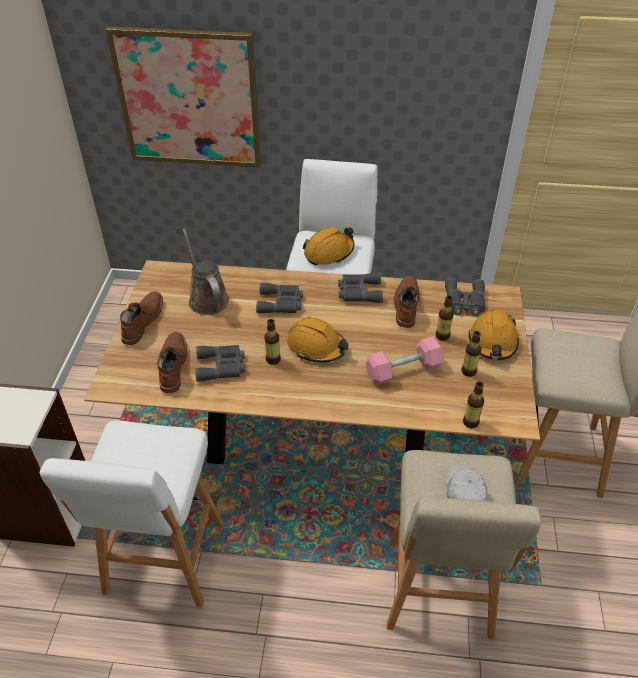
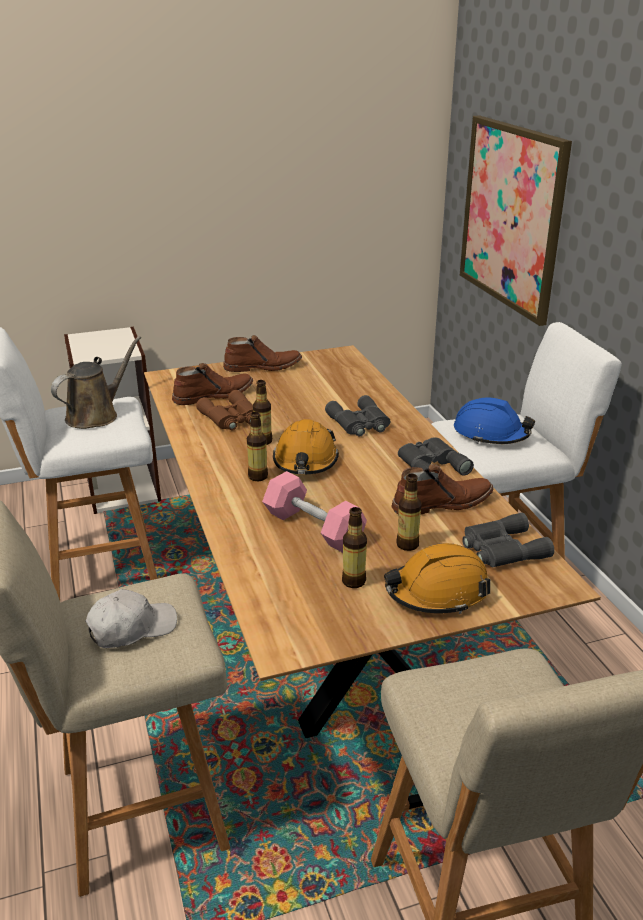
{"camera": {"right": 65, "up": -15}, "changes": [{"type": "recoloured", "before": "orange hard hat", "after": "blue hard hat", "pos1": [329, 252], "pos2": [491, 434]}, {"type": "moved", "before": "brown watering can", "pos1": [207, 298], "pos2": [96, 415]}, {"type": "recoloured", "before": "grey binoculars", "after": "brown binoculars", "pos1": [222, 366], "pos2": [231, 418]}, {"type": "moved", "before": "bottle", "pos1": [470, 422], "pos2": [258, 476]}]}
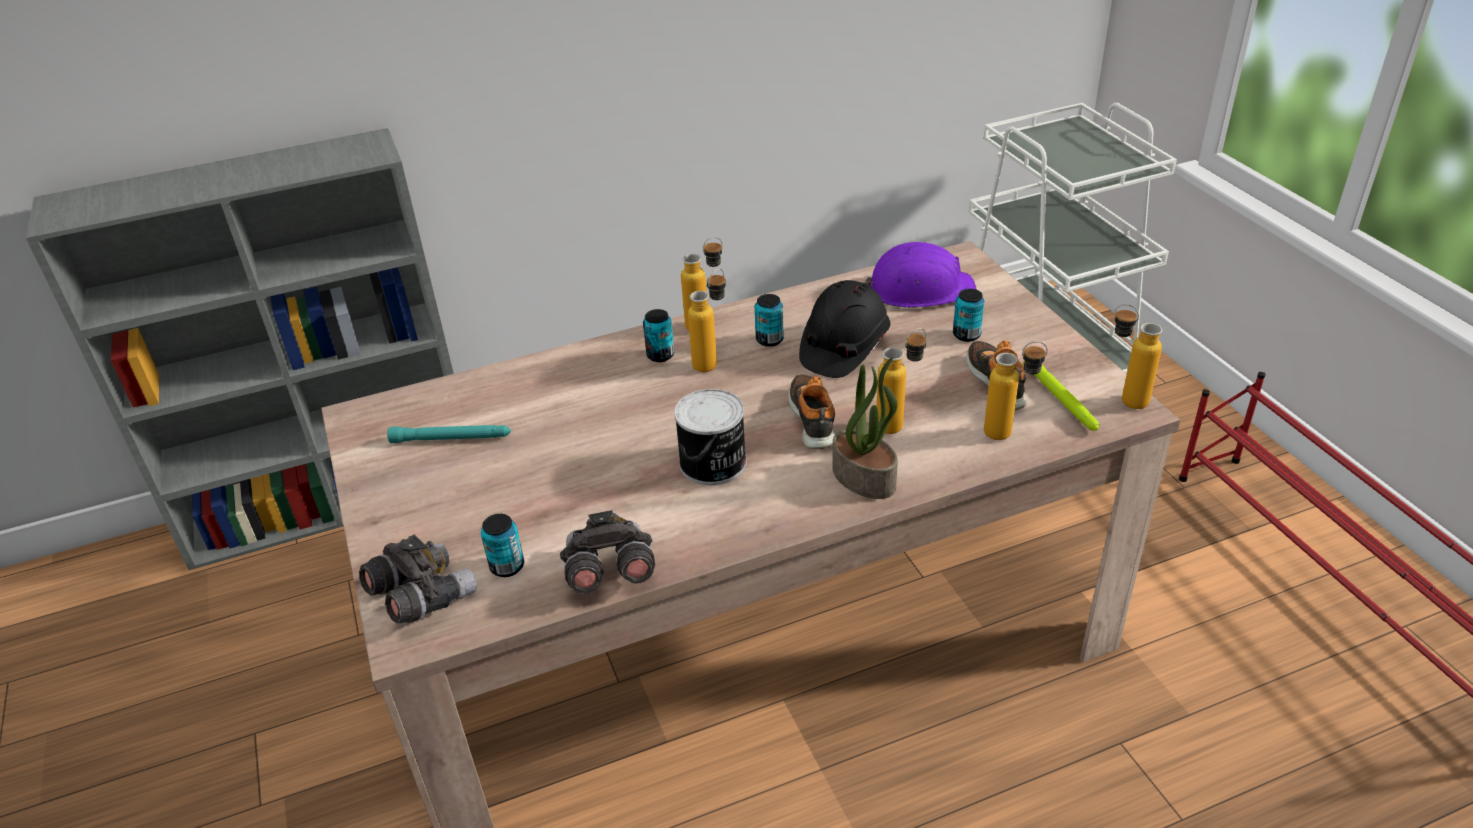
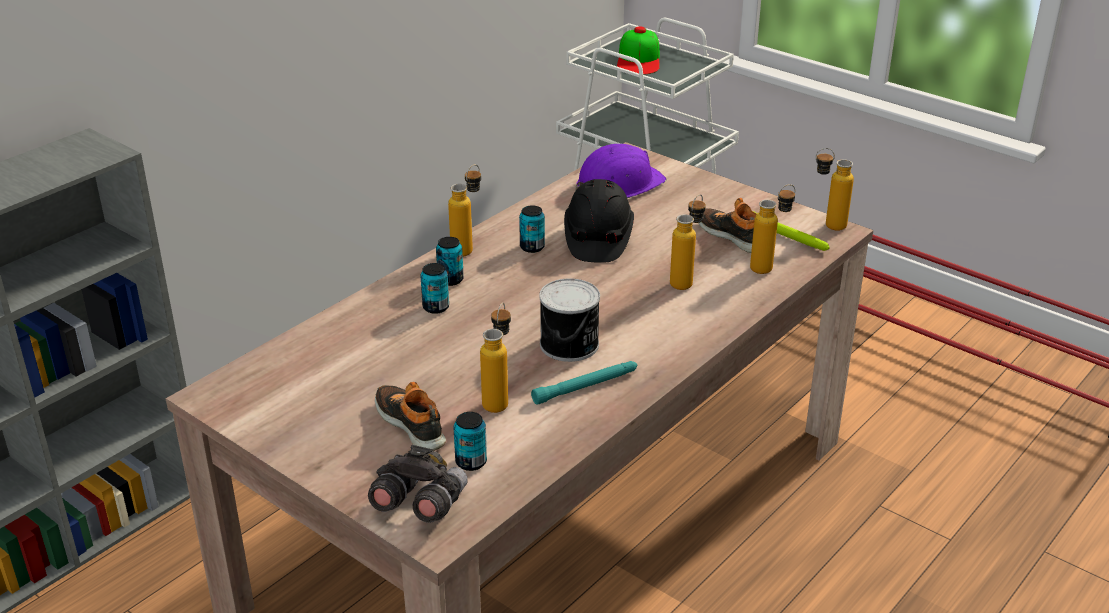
{"camera": {"right": -30, "up": -5}, "changes": [{"type": "moved", "before": "bottle", "pos1": [712, 361], "pos2": [498, 399]}, {"type": "moved", "before": "can", "pos1": [966, 335], "pos2": [436, 307]}, {"type": "removed", "before": "potted plant", "pos1": [865, 477]}, {"type": "moved", "before": "shoe", "pos1": [813, 418], "pos2": [411, 424]}, {"type": "moved", "before": "turquoise flashlight", "pos1": [451, 439], "pos2": [586, 386]}, {"type": "removed", "before": "grey binoculars", "pos1": [609, 572]}, {"type": "added", "after": "cap", "pos2": [639, 60]}]}
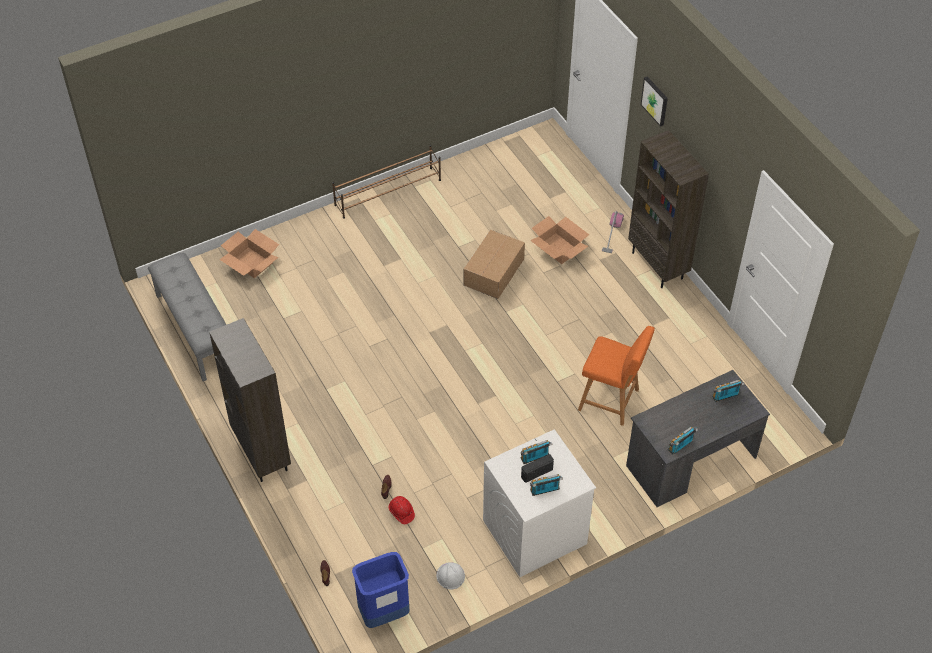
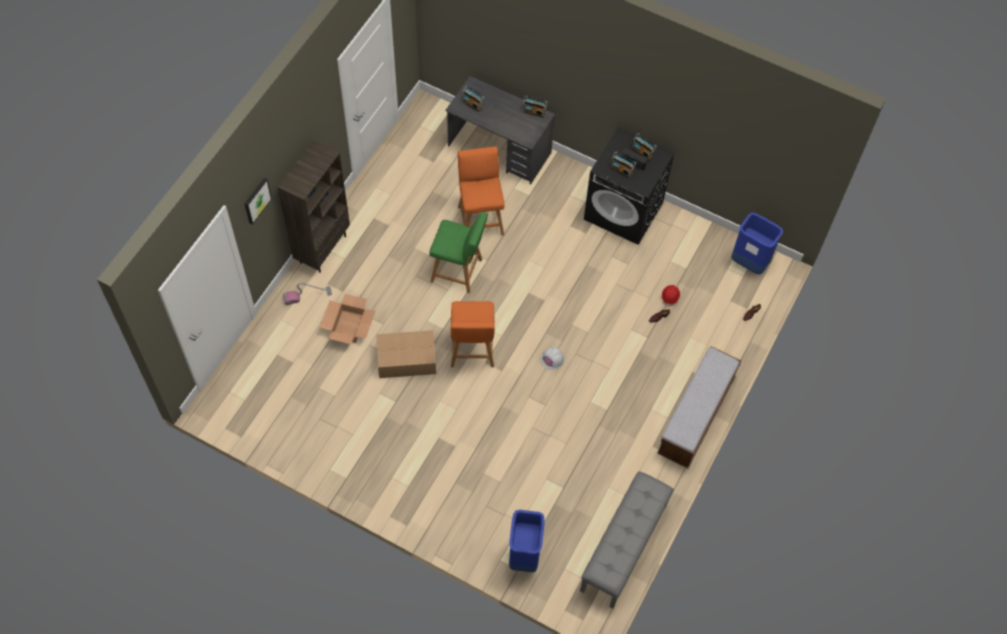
{"camera": {"right": -125, "up": 10}, "changes": [{"type": "removed", "before": "brown shoe rack", "pos1": [388, 192]}, {"type": "replaced", "before": "cardboard box", "after": "blue trash can", "pos1": [251, 262], "pos2": [524, 555]}, {"type": "replaced", "before": "brown bookcase", "after": "bench", "pos1": [261, 454], "pos2": [695, 416]}, {"type": "recoloured", "before": "white washing machine", "after": "black washing machine", "pos1": [534, 532], "pos2": [624, 211]}, {"type": "moved", "before": "white hard hat", "pos1": [450, 576], "pos2": [552, 359]}, {"type": "added", "after": "green stool", "pos2": [459, 271]}, {"type": "added", "after": "orange stool", "pos2": [472, 351]}]}
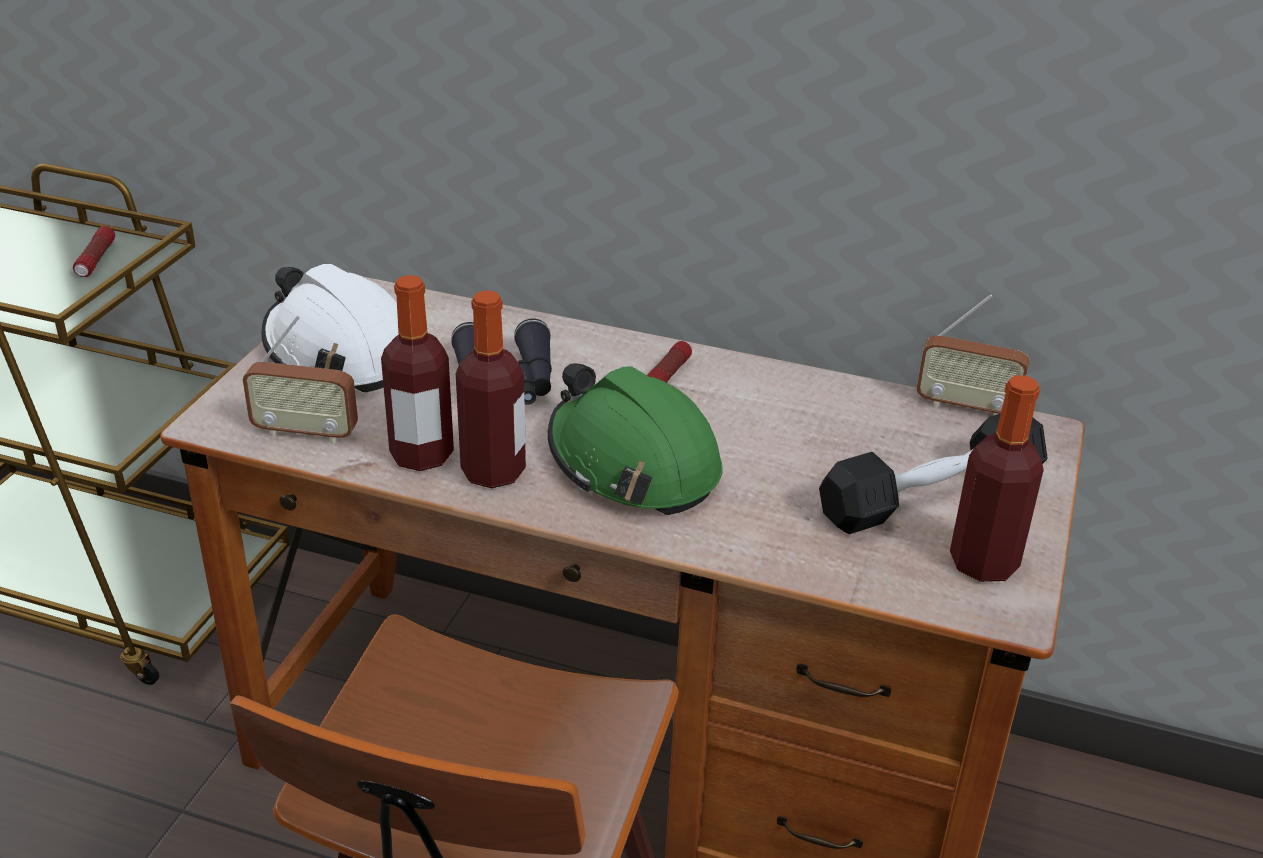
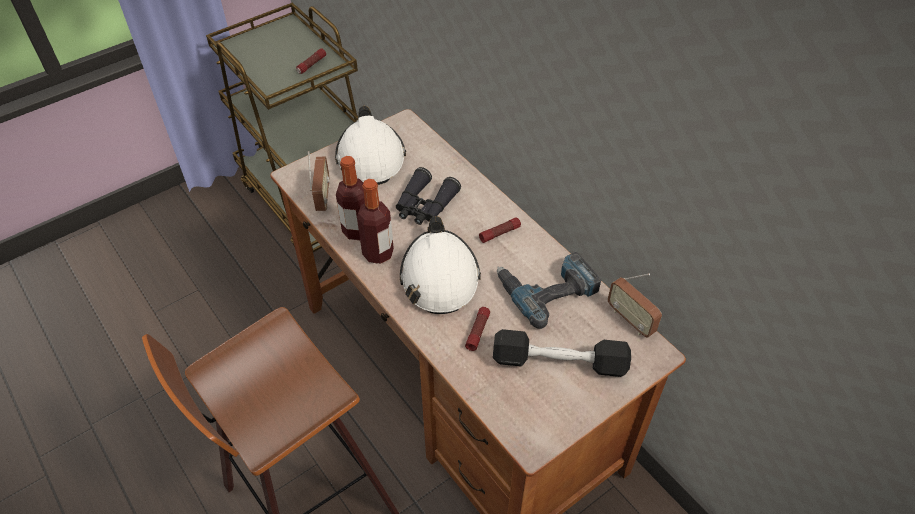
{"camera": {"right": 35, "up": 15}, "changes": [{"type": "turned", "before": "radio", "pos1": [305, 433], "pos2": [322, 197], "turn": -135}, {"type": "recoloured", "before": "green hard hat", "after": "white hard hat", "pos1": [632, 463], "pos2": [439, 277]}, {"type": "removed", "before": "bottle", "pos1": [983, 563]}, {"type": "added", "after": "power drill", "pos2": [547, 289]}, {"type": "added", "after": "flashlight", "pos2": [477, 331]}]}
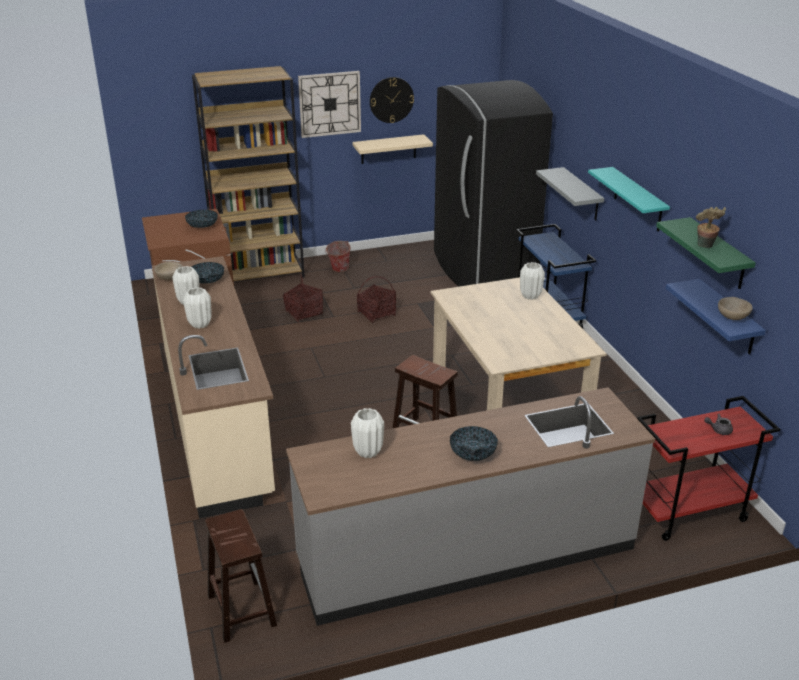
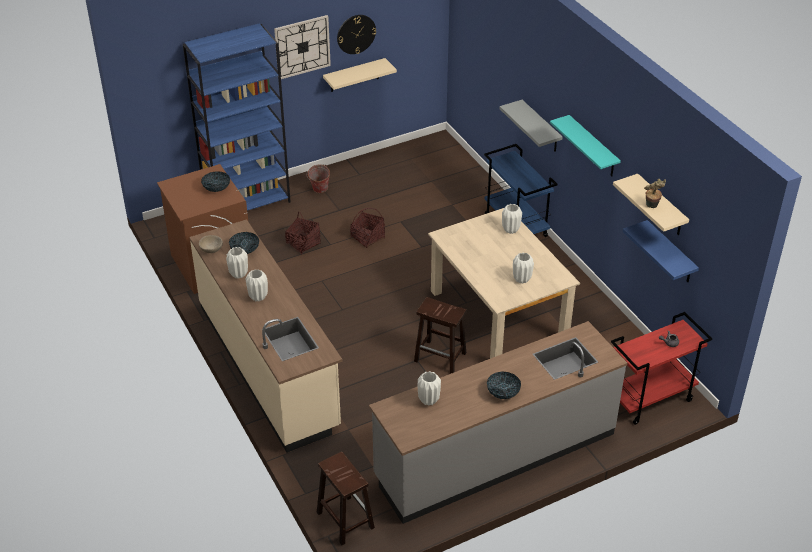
{"camera": {"right": -10, "up": 10}, "changes": [{"type": "recoloured", "before": "brown bookcase", "after": "blue bookcase", "pos1": [259, 273], "pos2": [247, 202]}, {"type": "removed", "before": "black fridge", "pos1": [482, 270]}, {"type": "recoloured", "before": "green shelf", "after": "beige shelf", "pos1": [718, 254], "pos2": [661, 206]}, {"type": "removed", "before": "beige bowl", "pos1": [733, 317]}, {"type": "added", "after": "white vase", "pos2": [521, 279]}]}
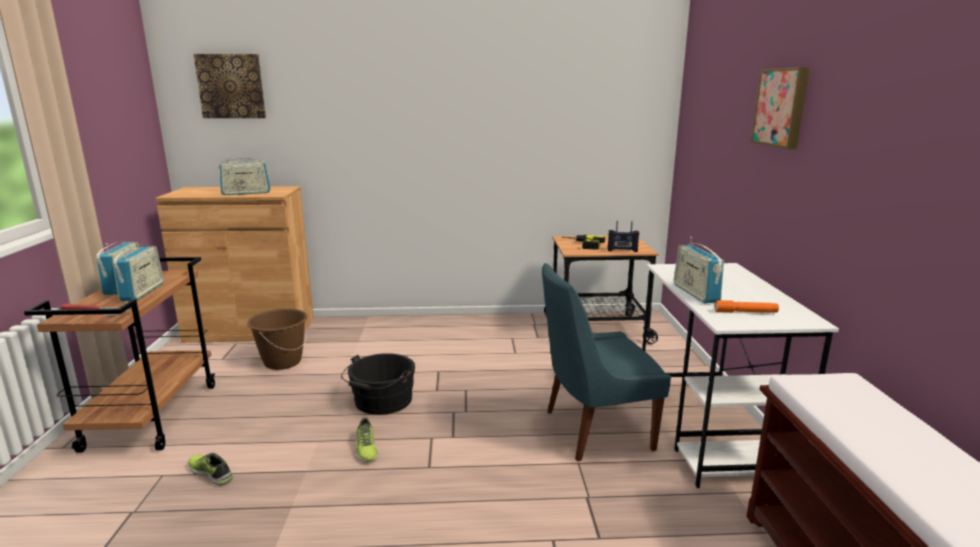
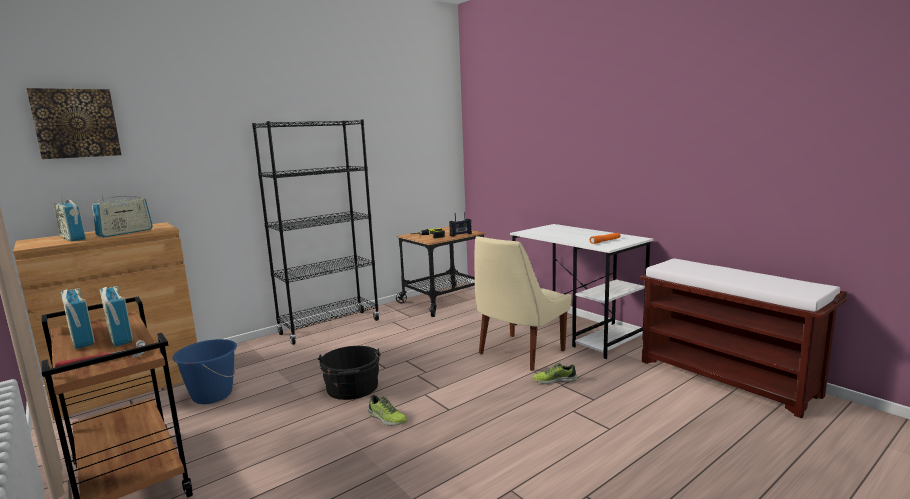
{"camera": {"right": -35, "up": -5}, "changes": [{"type": "removed", "before": "picture", "pos1": [782, 107]}, {"type": "moved", "before": "radio", "pos1": [695, 293], "pos2": [73, 238]}, {"type": "recoloured", "before": "blue chair", "after": "beige chair", "pos1": [593, 430], "pos2": [519, 353]}, {"type": "recoloured", "before": "brown bucket", "after": "blue bucket", "pos1": [282, 362], "pos2": [212, 395]}, {"type": "moved", "before": "shoe", "pos1": [211, 473], "pos2": [554, 380]}, {"type": "added", "after": "black bookcase", "pos2": [330, 327]}]}
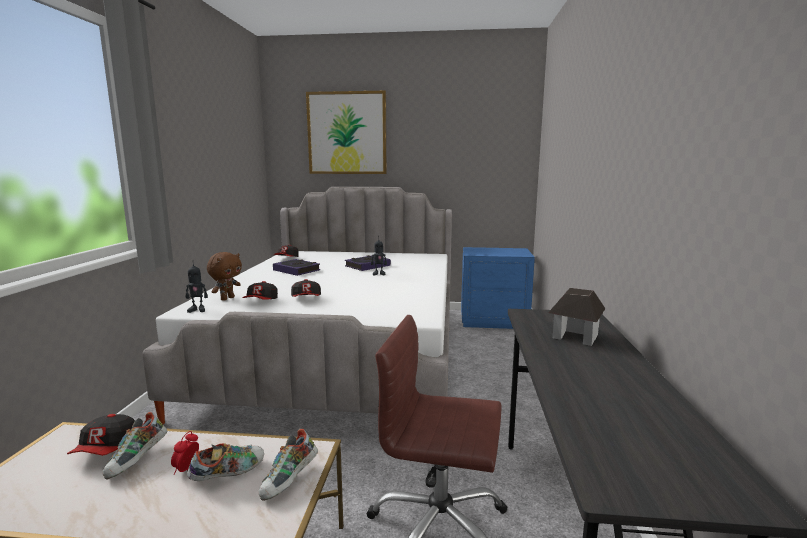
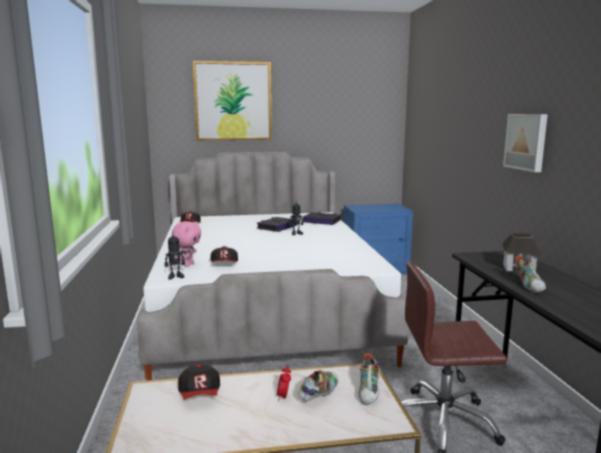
{"camera": {"right": -15, "up": 0}, "changes": [{"type": "recoloured", "before": "brown plush toy", "after": "pink plush toy", "pos1": [227, 298], "pos2": [188, 264]}, {"type": "moved", "before": "book", "pos1": [296, 270], "pos2": [322, 221]}, {"type": "removed", "before": "cap", "pos1": [306, 299]}, {"type": "moved", "before": "shoe", "pos1": [138, 461], "pos2": [529, 286]}, {"type": "added", "after": "picture", "pos2": [527, 141]}]}
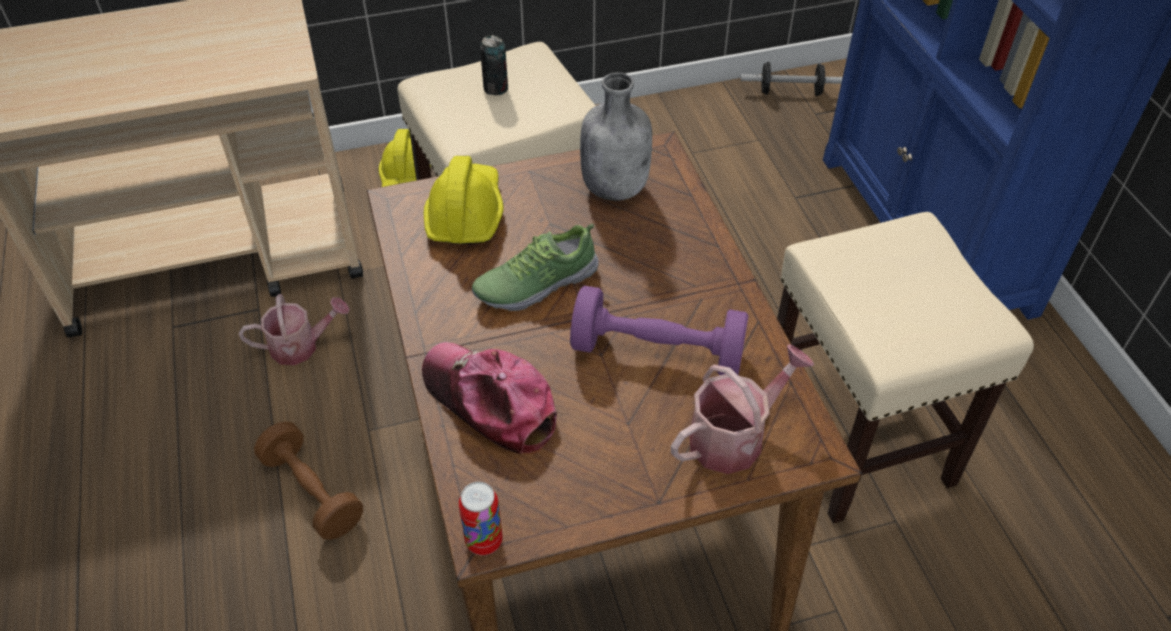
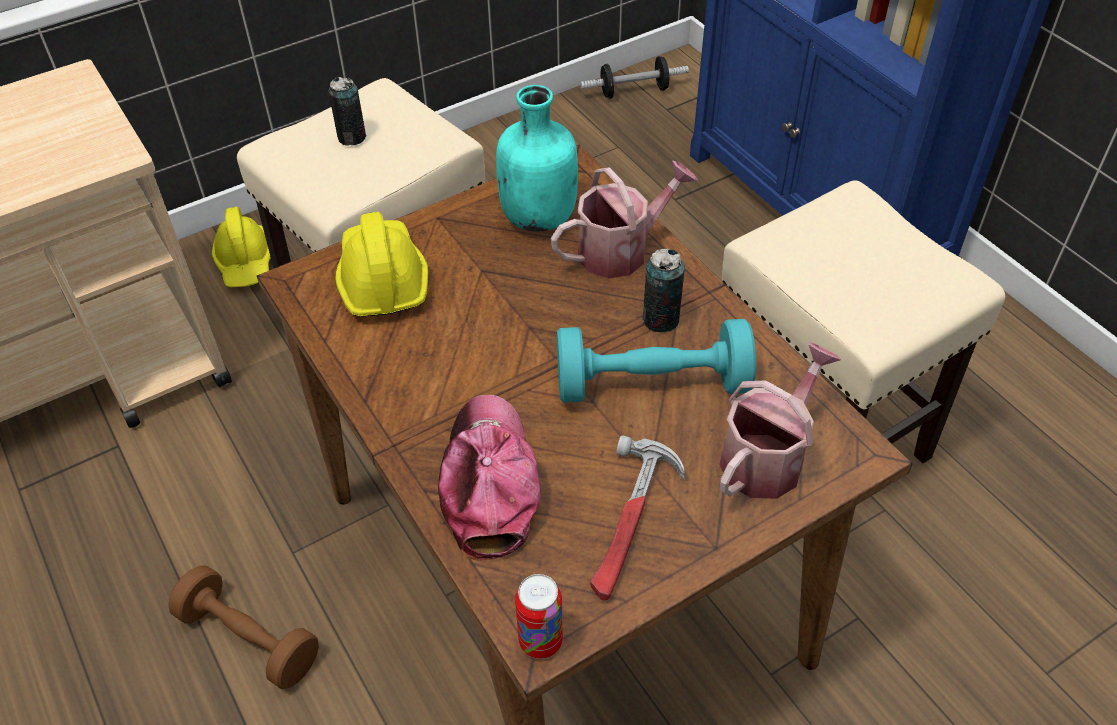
{"camera": {"right": -15, "up": 0}, "changes": [{"type": "recoloured", "before": "grey bottle", "after": "turquoise bottle", "pos1": [615, 187], "pos2": [539, 216]}, {"type": "removed", "before": "shoe", "pos1": [535, 283]}, {"type": "recoloured", "before": "purple dumbbell", "after": "turquoise dumbbell", "pos1": [657, 352], "pos2": [652, 384]}, {"type": "moved", "before": "watering can", "pos1": [301, 346], "pos2": [621, 250]}, {"type": "turned", "before": "cap", "pos1": [490, 402], "pos2": [489, 483], "turn": 60}, {"type": "added", "after": "can", "pos2": [660, 320]}, {"type": "added", "after": "hammer", "pos2": [631, 523]}]}
